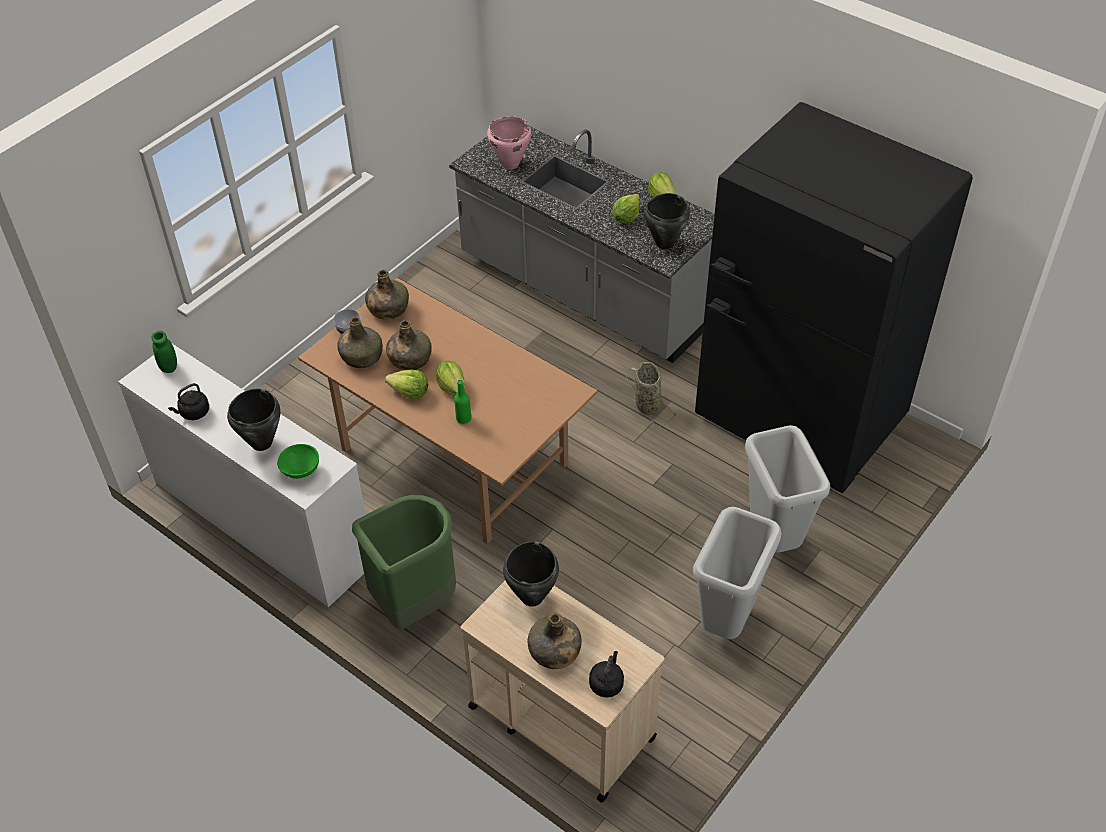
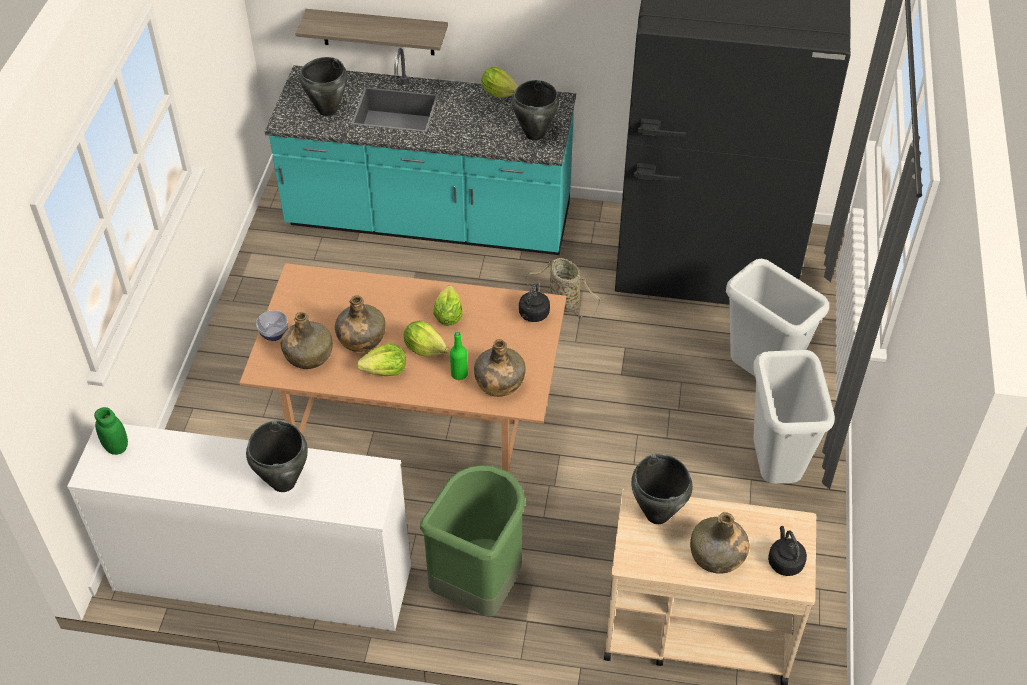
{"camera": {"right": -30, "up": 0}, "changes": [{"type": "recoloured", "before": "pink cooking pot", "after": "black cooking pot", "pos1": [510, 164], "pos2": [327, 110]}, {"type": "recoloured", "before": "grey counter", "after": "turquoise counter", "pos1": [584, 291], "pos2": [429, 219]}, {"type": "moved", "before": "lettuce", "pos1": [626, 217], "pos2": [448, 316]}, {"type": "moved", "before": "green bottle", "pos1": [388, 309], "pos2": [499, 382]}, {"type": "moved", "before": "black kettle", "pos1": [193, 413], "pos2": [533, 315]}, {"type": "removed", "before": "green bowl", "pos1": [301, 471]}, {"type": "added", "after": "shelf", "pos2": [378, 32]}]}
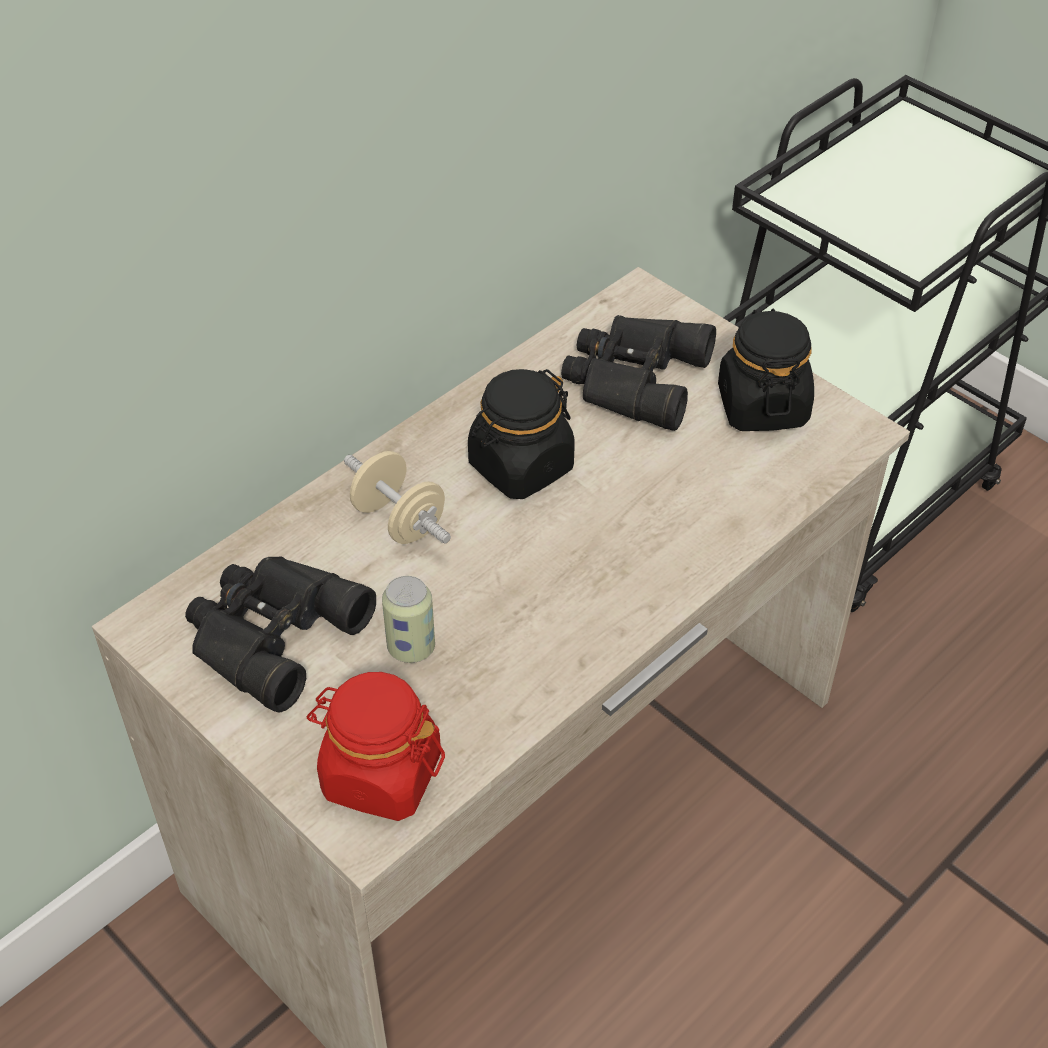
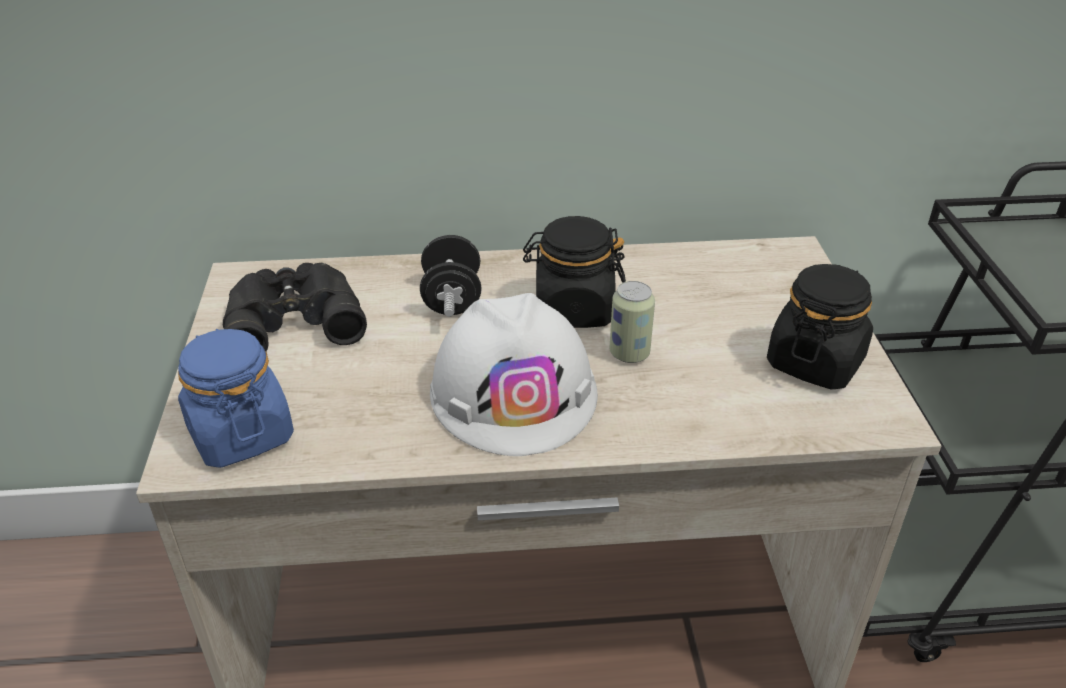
{"camera": {"right": 40, "up": -10}, "changes": [{"type": "removed", "before": "black binoculars", "pos1": [632, 379]}, {"type": "recoloured", "before": "beige dumbbell", "after": "black dumbbell", "pos1": [399, 521], "pos2": [452, 299]}, {"type": "moved", "before": "can", "pos1": [411, 647], "pos2": [629, 353]}, {"type": "recoloured", "before": "red jar", "after": "blue jar", "pos1": [380, 775], "pos2": [240, 434]}, {"type": "added", "after": "white hard hat", "pos2": [514, 392]}]}
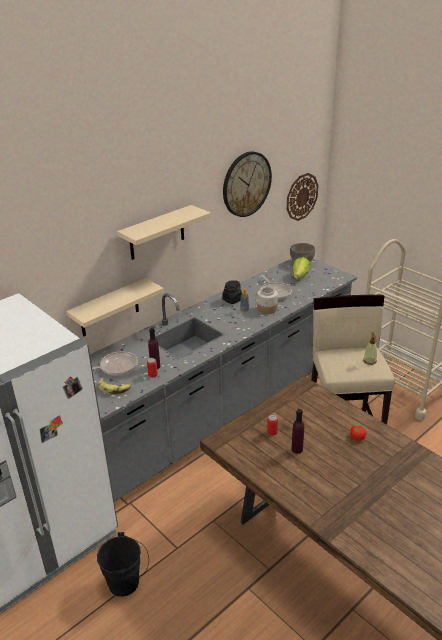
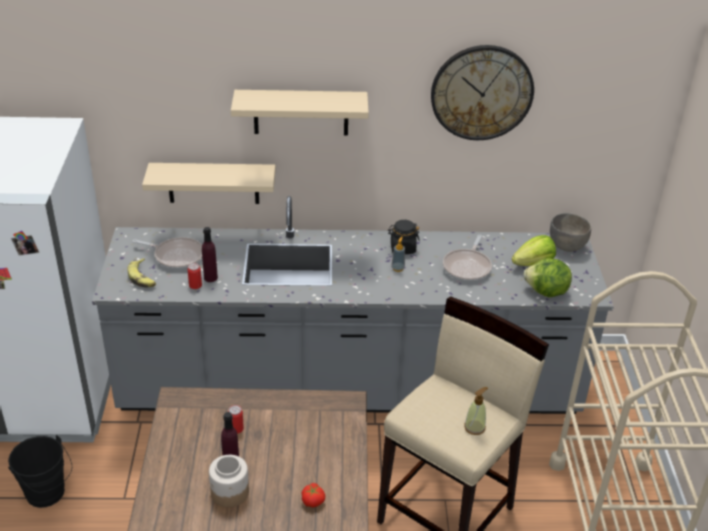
{"camera": {"right": 40, "up": 5}, "changes": [{"type": "removed", "before": "wall clock", "pos1": [301, 196]}, {"type": "moved", "before": "jar", "pos1": [267, 309], "pos2": [229, 493]}, {"type": "added", "after": "lettuce", "pos2": [546, 292]}]}
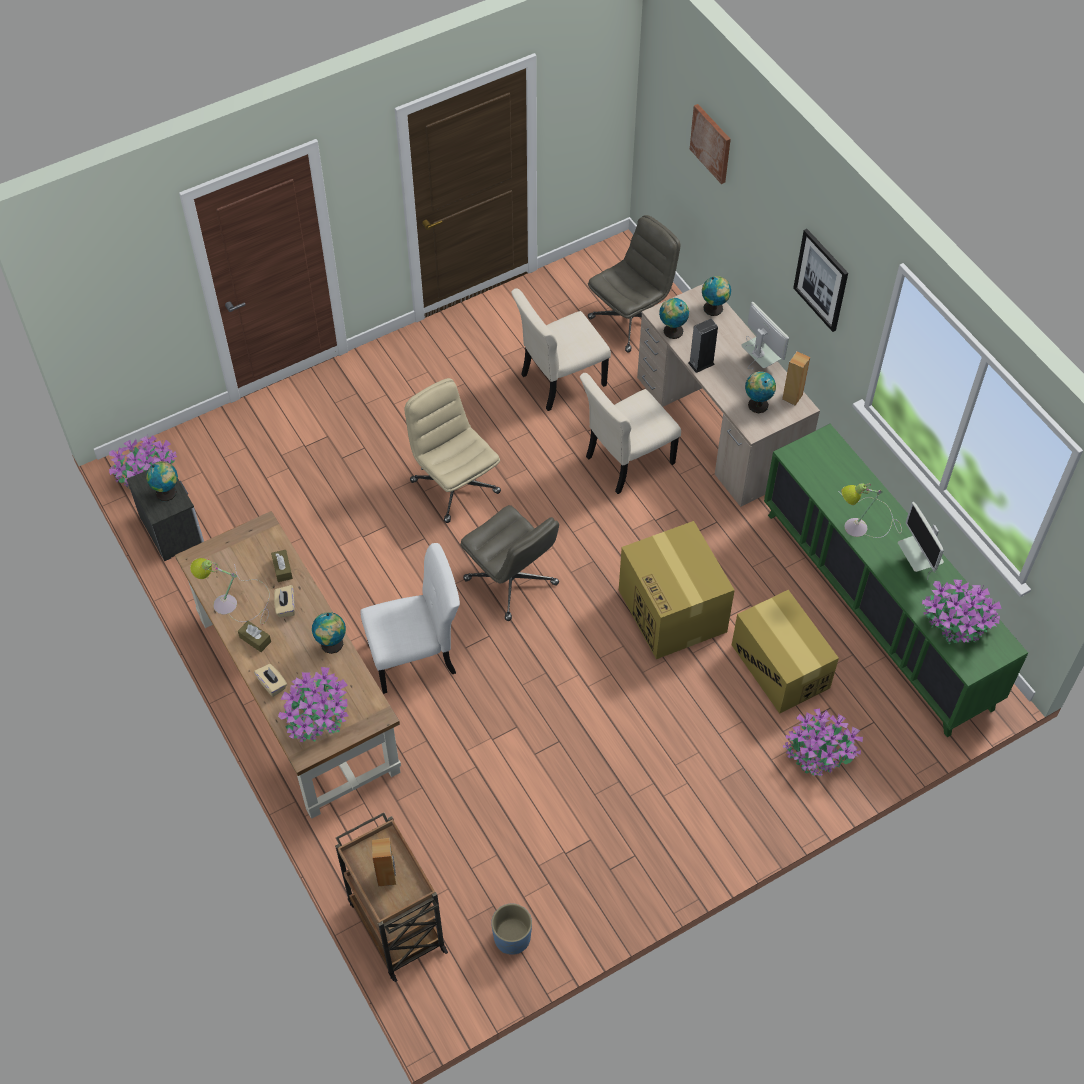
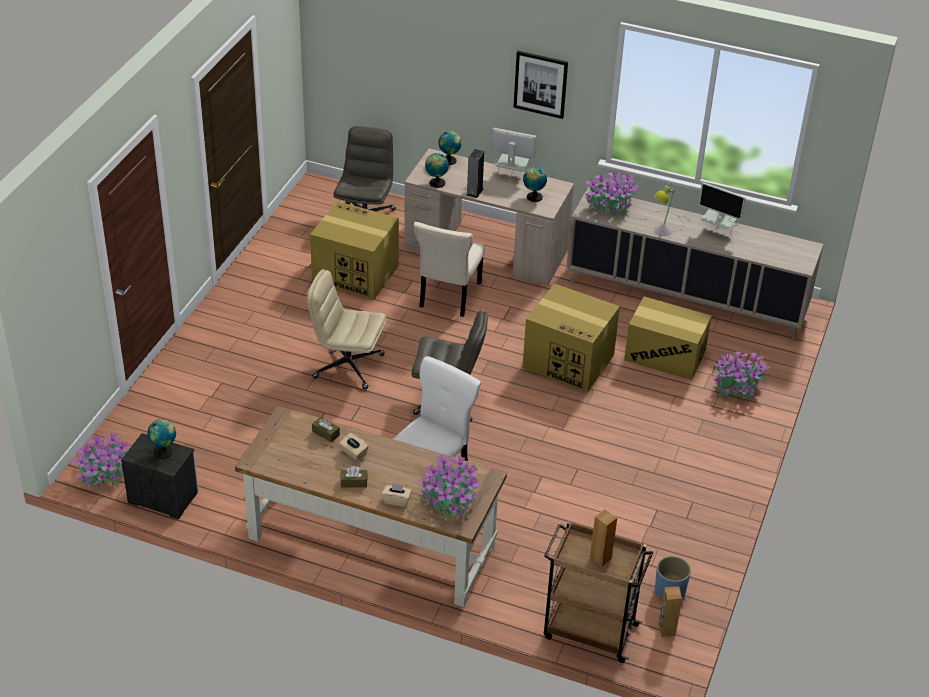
{"camera": {"right": -40, "up": -15}, "changes": [{"type": "removed", "before": "picture", "pos1": [711, 143]}, {"type": "replaced", "before": "beige chair", "after": "cardboard box", "pos1": [560, 381], "pos2": [354, 274]}, {"type": "moved", "before": "brown speaker", "pos1": [792, 397], "pos2": [666, 629]}, {"type": "recoloured", "before": "green cabinet", "after": "beige cabinet", "pos1": [877, 608], "pos2": [686, 297]}, {"type": "removed", "before": "table lamp", "pos1": [235, 602]}, {"type": "moved", "before": "potted plant", "pos1": [957, 623], "pos2": [610, 206]}, {"type": "removed", "before": "globe", "pos1": [332, 645]}]}
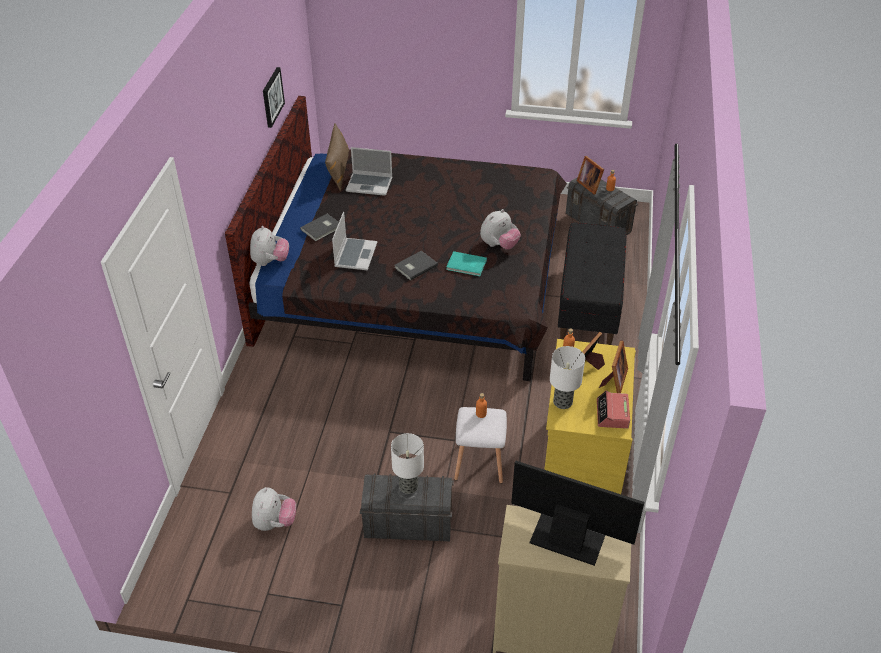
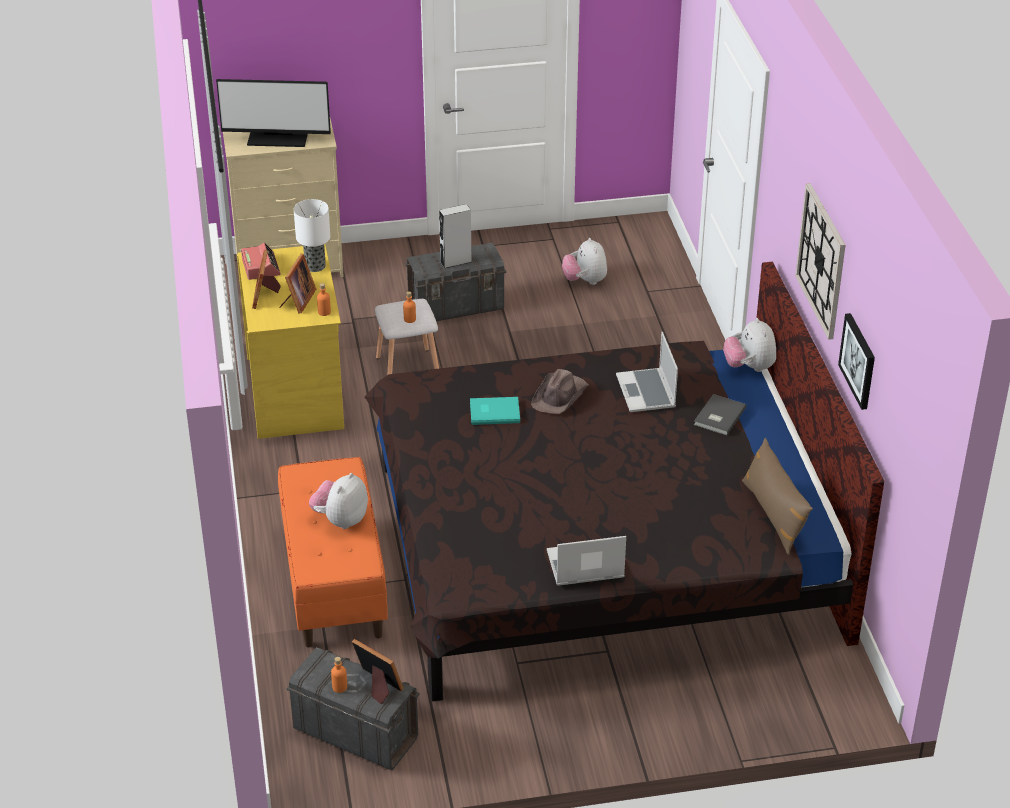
{"camera": {"right": 160, "up": -5}, "changes": [{"type": "moved", "before": "laptop", "pos1": [370, 184], "pos2": [584, 566]}, {"type": "moved", "before": "plush toy", "pos1": [499, 245], "pos2": [341, 520]}, {"type": "recoloured", "before": "black bench", "after": "orange bench", "pos1": [588, 303], "pos2": [335, 582]}, {"type": "replaced", "before": "grey book", "after": "brown hat", "pos1": [415, 266], "pos2": [560, 395]}, {"type": "replaced", "before": "table lamp", "after": "grey speaker", "pos1": [408, 486], "pos2": [455, 262]}, {"type": "added", "after": "wall clock", "pos2": [821, 260]}]}
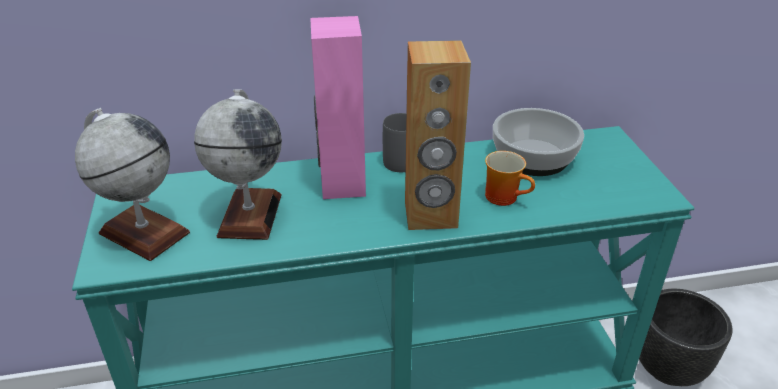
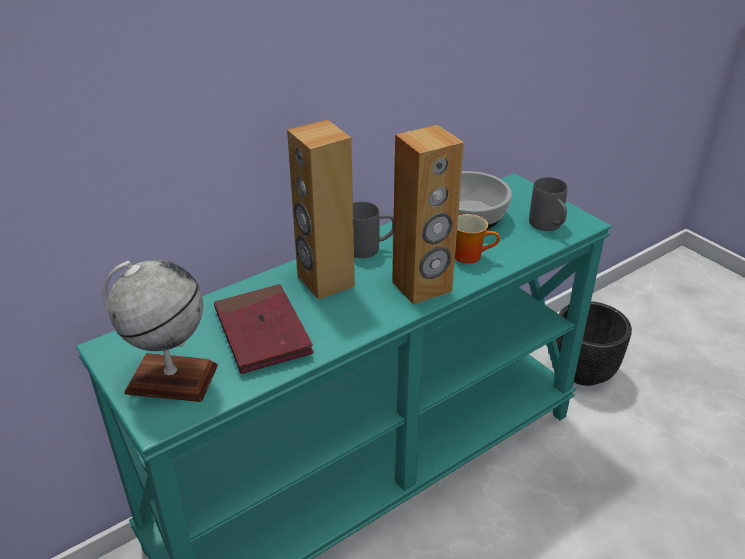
{"camera": {"right": -25, "up": 0}, "changes": [{"type": "recoloured", "before": "pink speaker", "after": "brown speaker", "pos1": [342, 184], "pos2": [325, 281]}, {"type": "replaced", "before": "globe", "after": "red book", "pos1": [250, 215], "pos2": [262, 332]}, {"type": "added", "after": "grey mug", "pos2": [548, 227]}]}
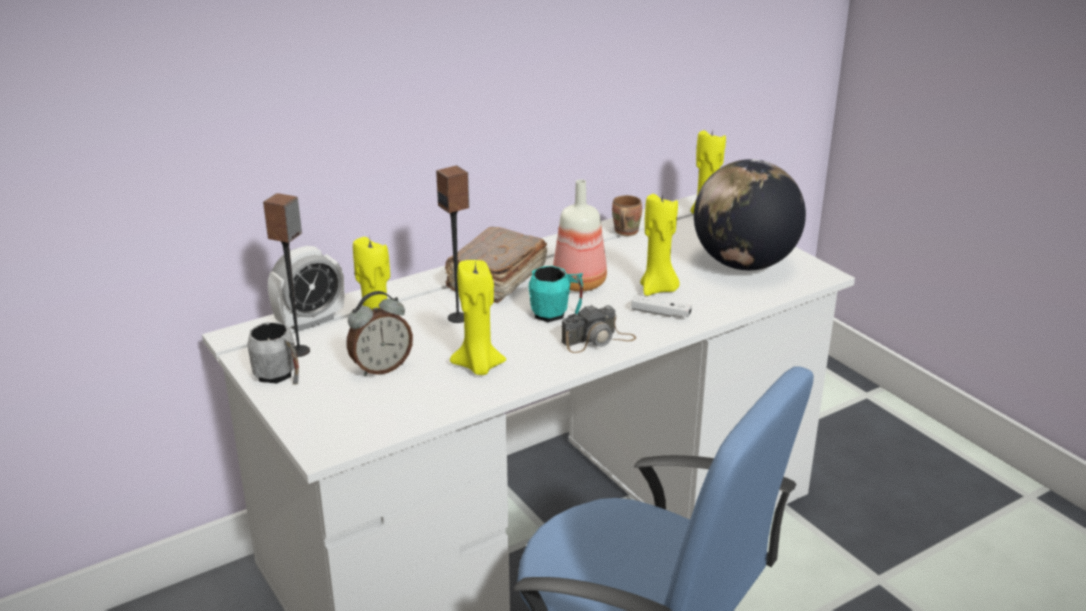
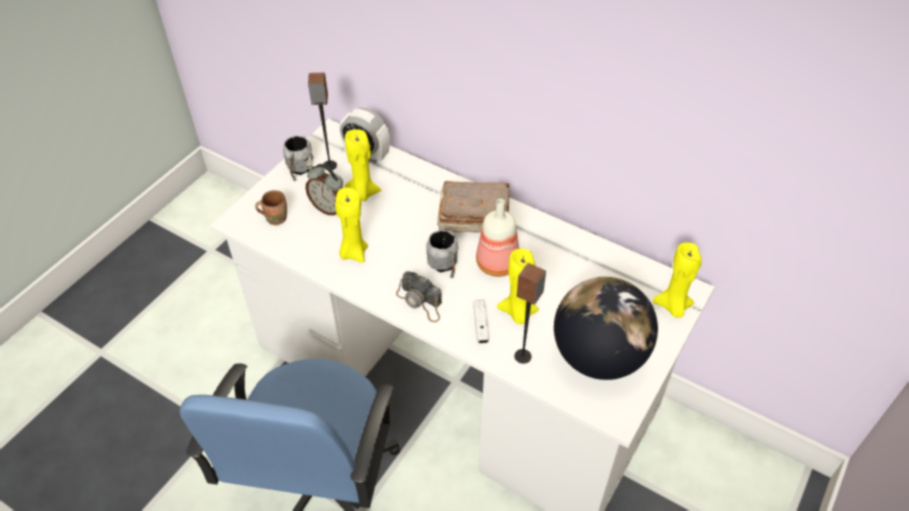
{"camera": {"right": 65, "up": 20}, "changes": [{"type": "moved", "before": "speaker", "pos1": [458, 318], "pos2": [523, 356]}, {"type": "moved", "before": "brown mug", "pos1": [624, 232], "pos2": [275, 217]}, {"type": "recoloured", "before": "turquoise mug", "after": "grey mug", "pos1": [555, 314], "pos2": [444, 266]}]}
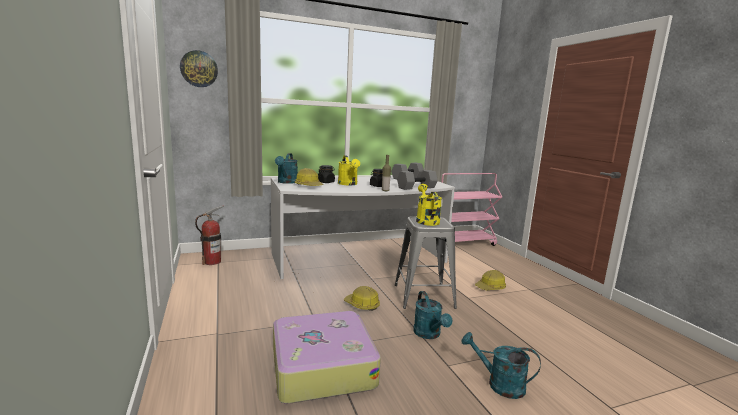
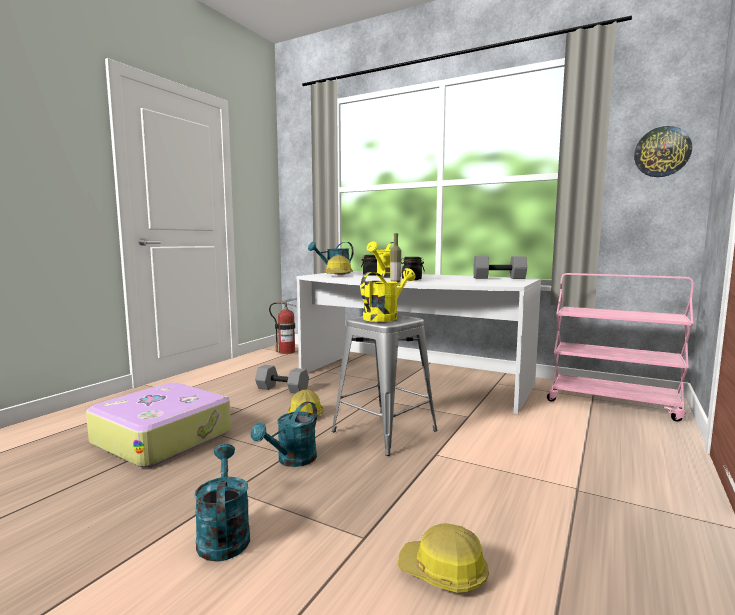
{"camera": {"right": 50, "up": -5}, "changes": [{"type": "moved", "before": "wall clock", "pos1": [199, 69], "pos2": [662, 152]}, {"type": "moved", "before": "grey dumbbell", "pos1": [416, 188], "pos2": [281, 389]}, {"type": "moved", "before": "hard hat", "pos1": [490, 287], "pos2": [443, 572]}]}
